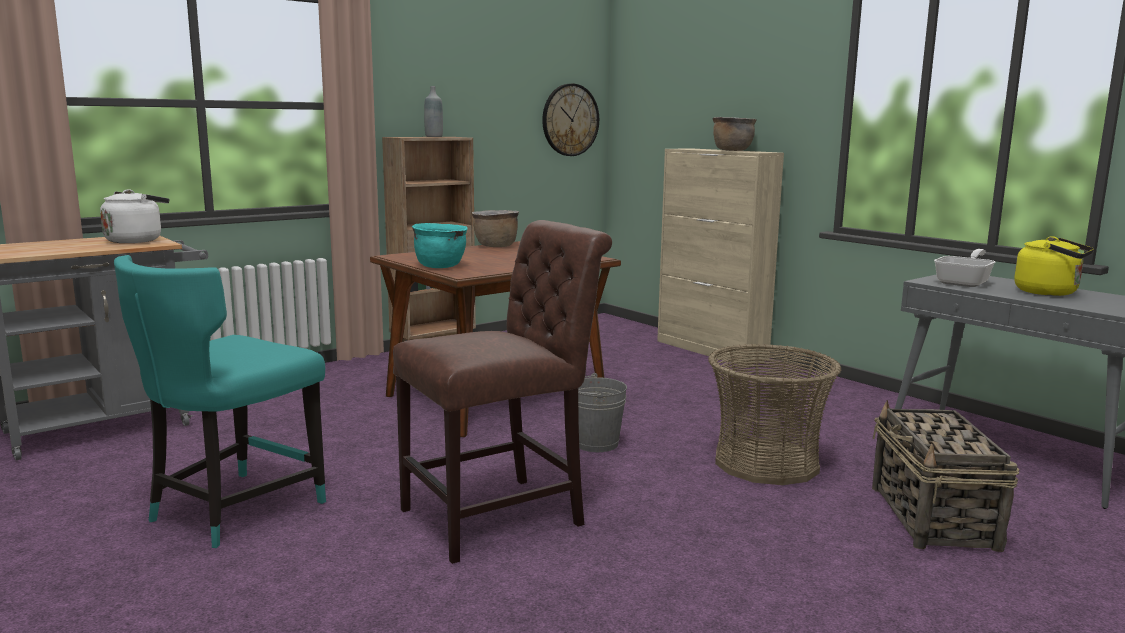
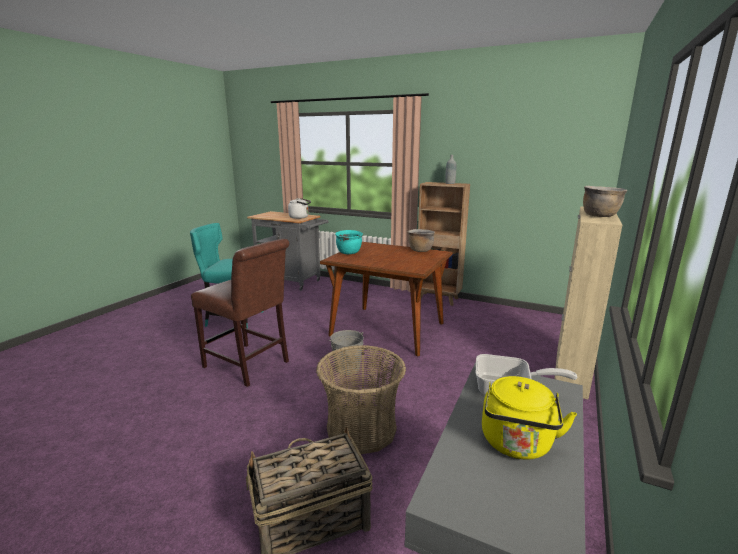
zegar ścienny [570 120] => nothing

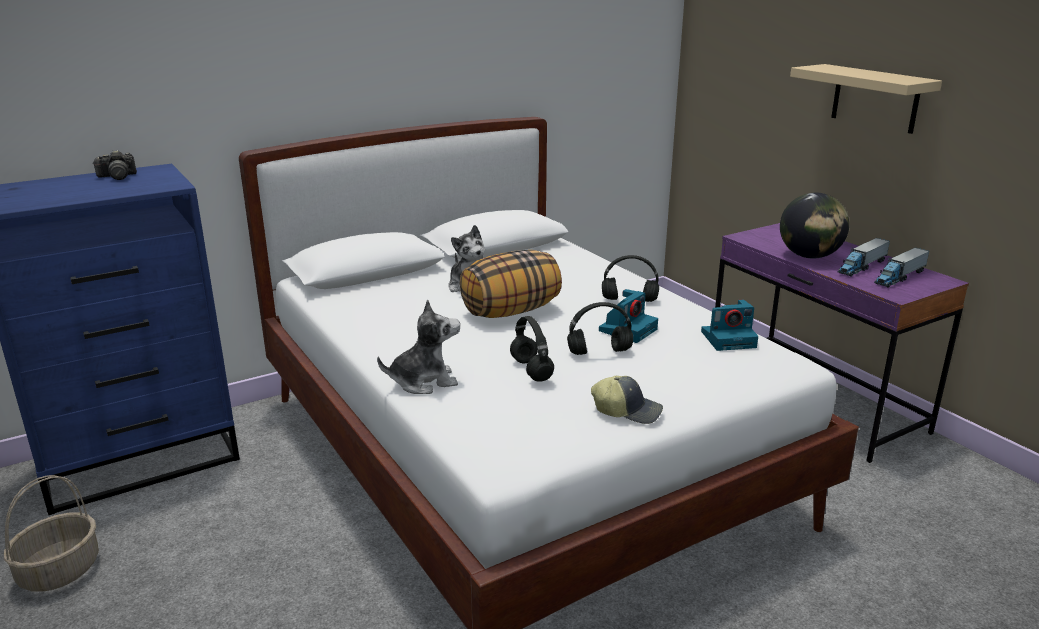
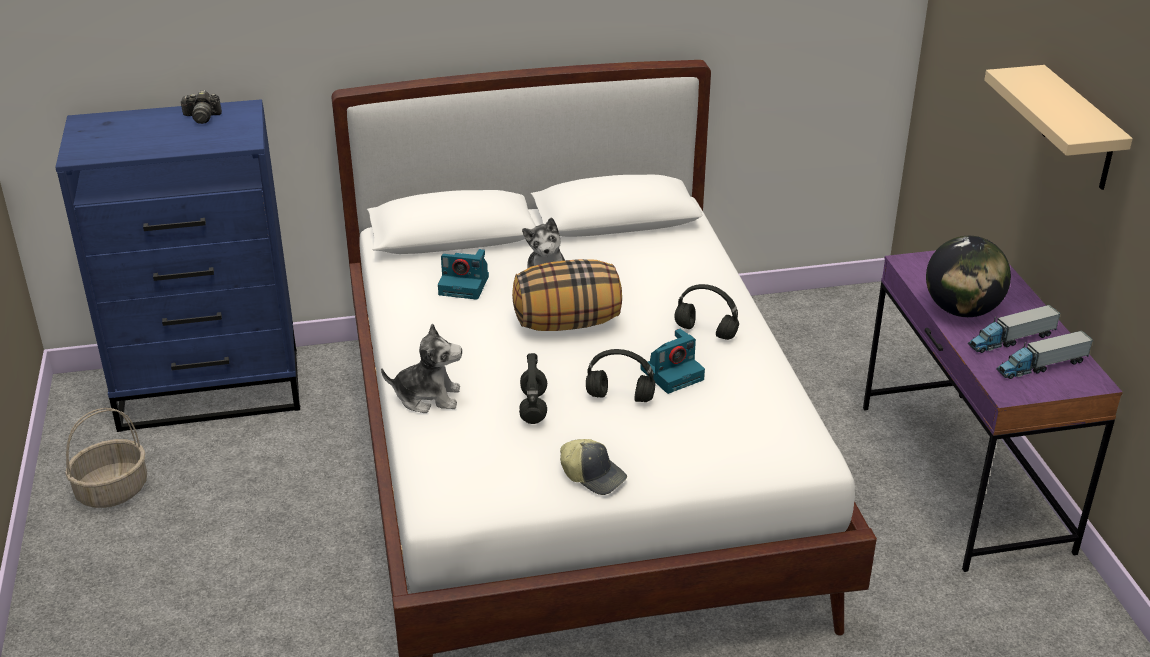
aparat fotograficzny [729 325] => aparat fotograficzny [463 274], relocated

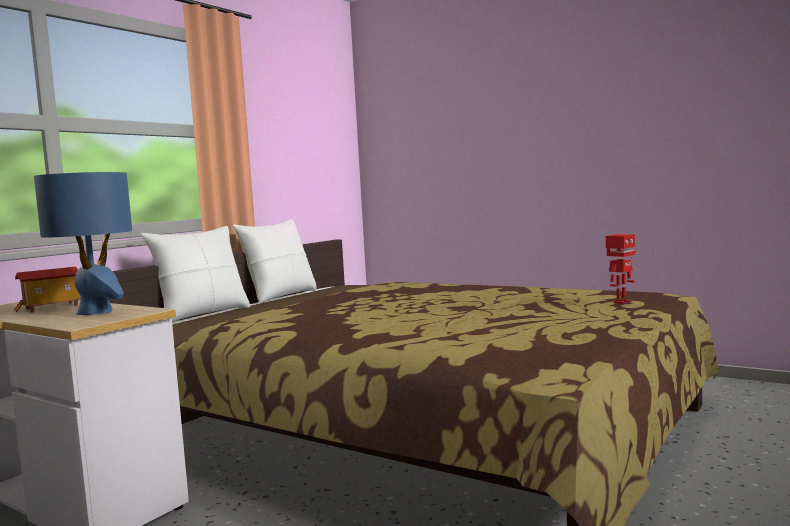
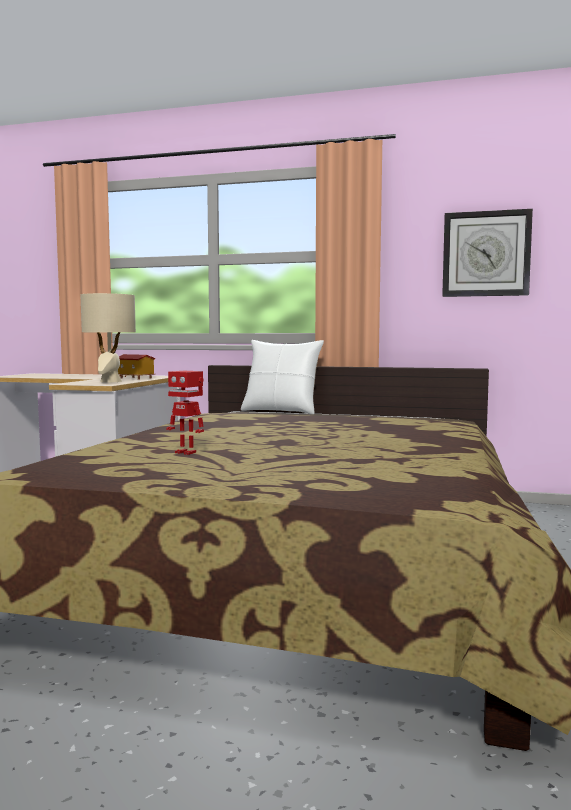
poduszka [biały] [275 261] => nothing
nothing => zegar ścienny [487 253]
robot zabawkowy [620 269] => robot zabawkowy [185 413], relocated
lampa stołowa [niebieski] [83 243] => lampa stołowa [beżowy] [108 338]

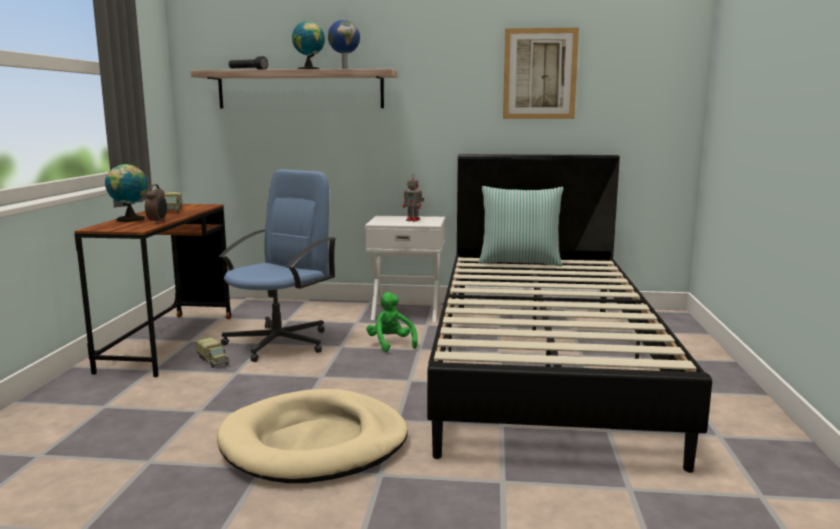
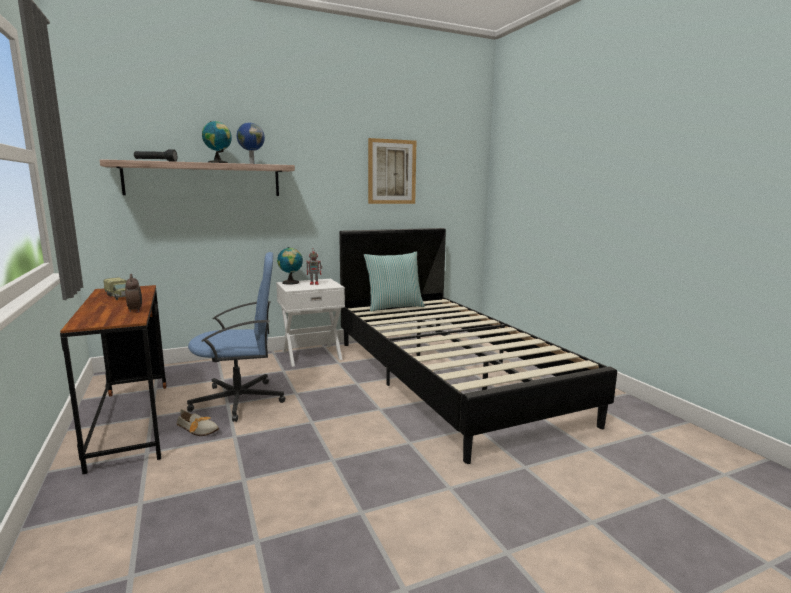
legowisko [beżowy] [312 436] => nothing
pluszak [zielony] [392 322] => nothing
globus [126 192] => globus [290 266], relocated
ciężarówka zabawkowa [212 352] => but [197 422]
krzesło biurowe [niebieski] [277 265] => krzesło biurowe [niebieski] [236 337], 75 degrees clockwise

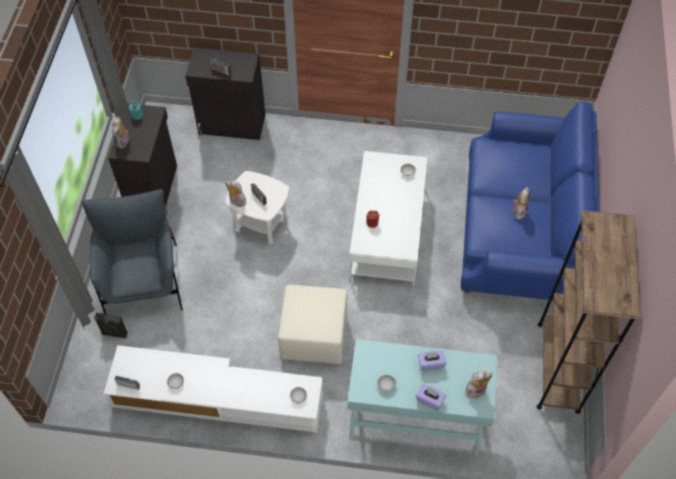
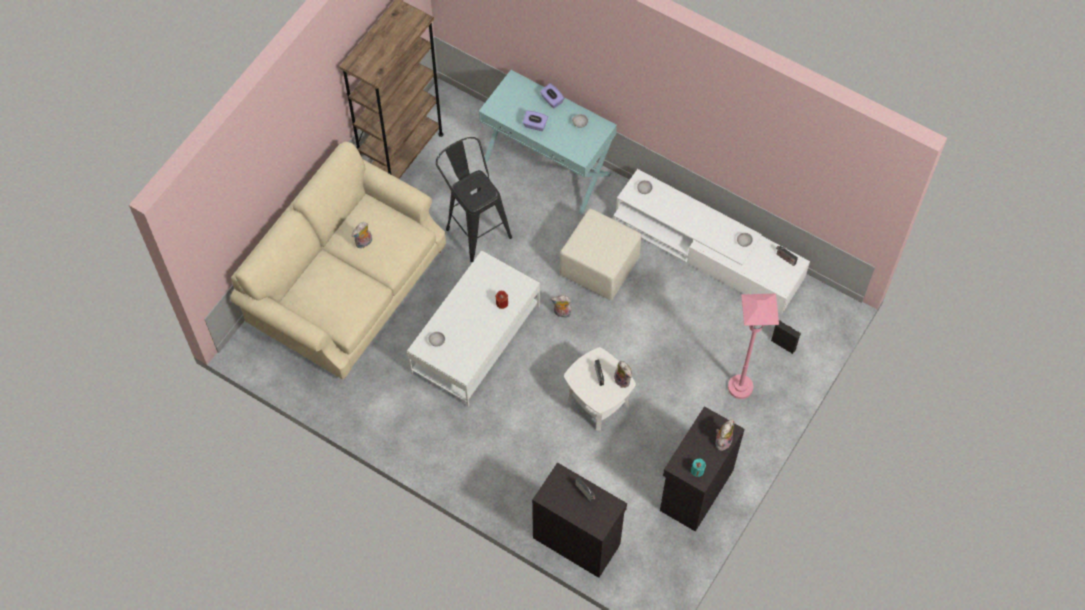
nothing => stołek [czarny] [474 199]
pluszak [479 384] => pluszak [561 306], relocated
fotel [szary] [132 251] => lampa stojąca [różowy] [753 346]
kanapa [niebieski] [530 200] => kanapa [beżowy] [338 260]

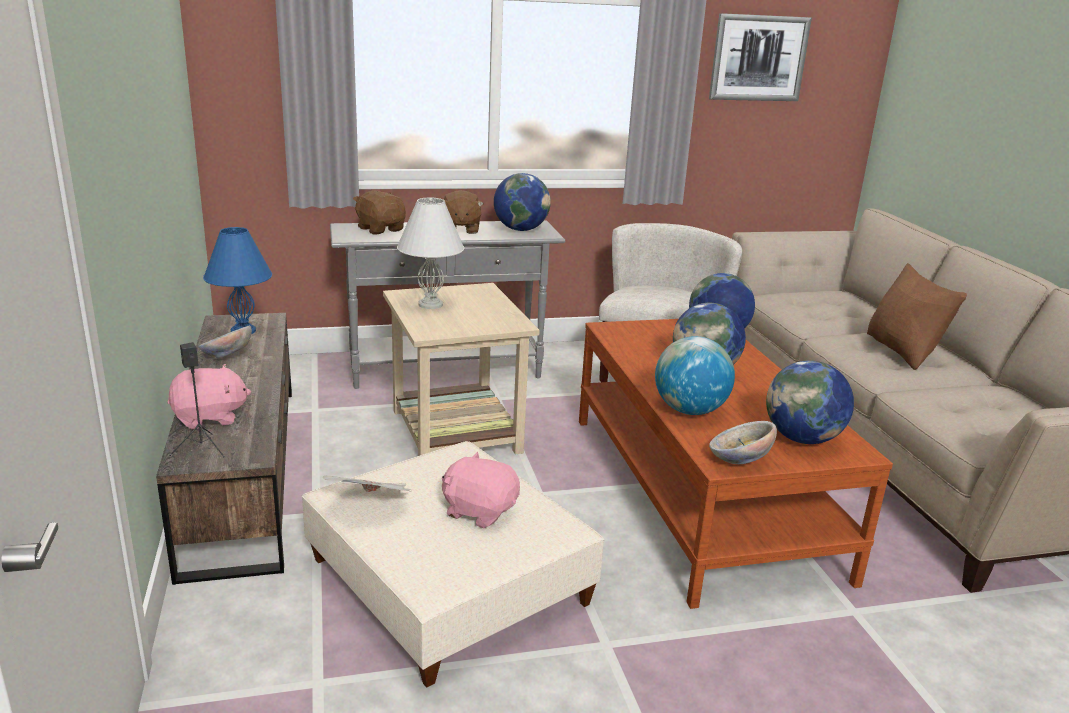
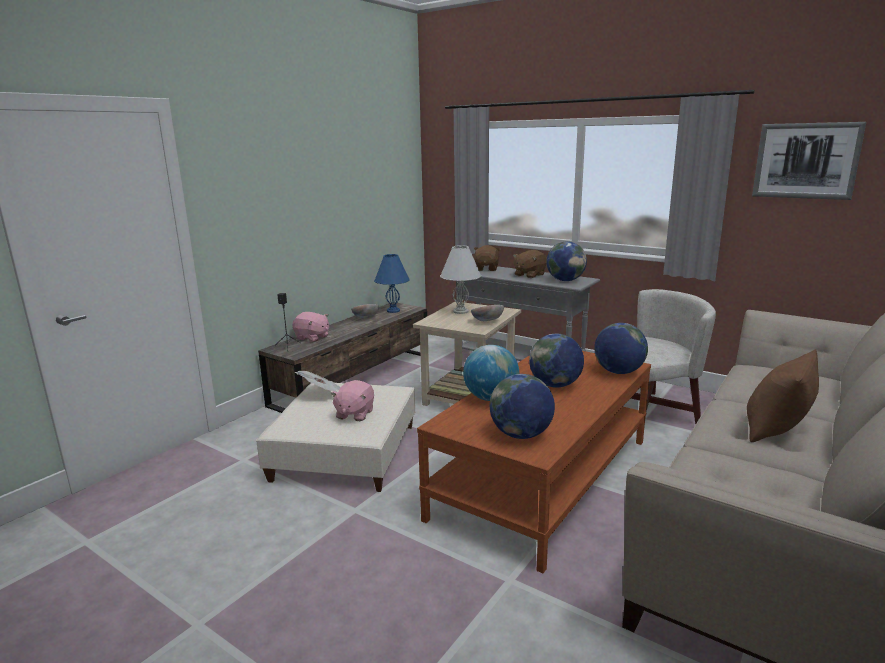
miska [743 442] => miska [487 313], relocated
pluszak [różowy] [481 490] => pluszak [różowy] [352 400], 150 degrees counterclockwise

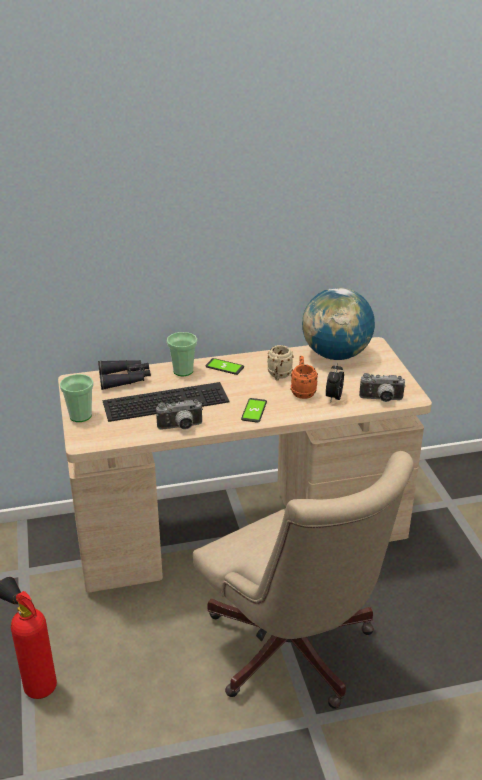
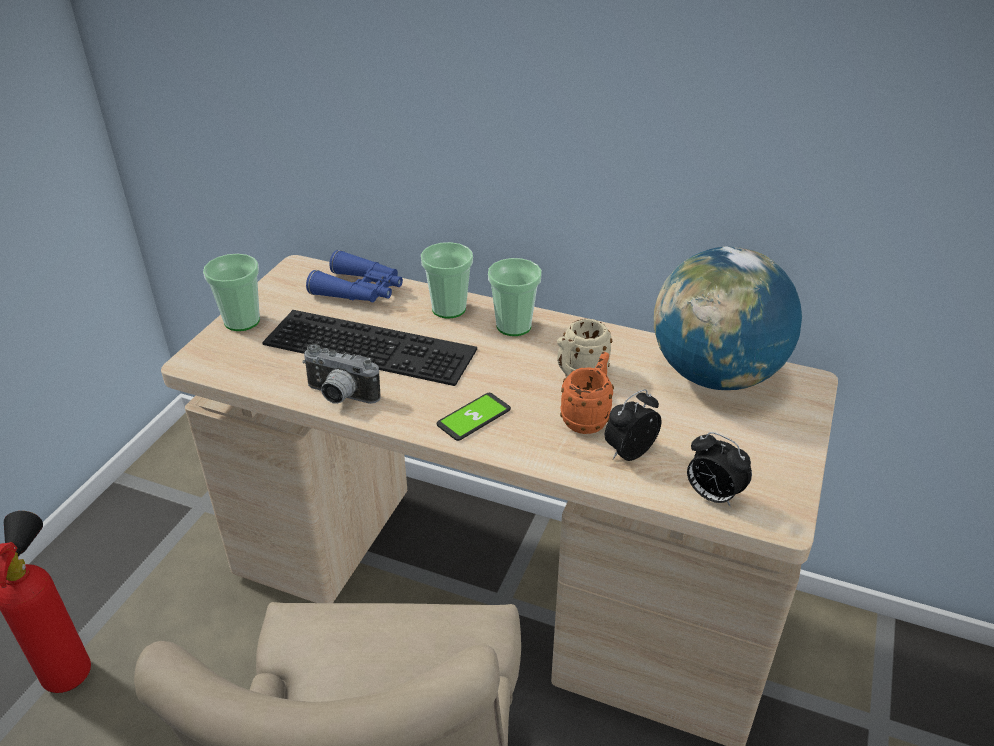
telefon [224 366] => filiżanka [515 297]
aparat fotograficzny [382 387] => budzik [719 469]
lornetka [czarny] [124 375] => lornetka [niebieski] [354 276]

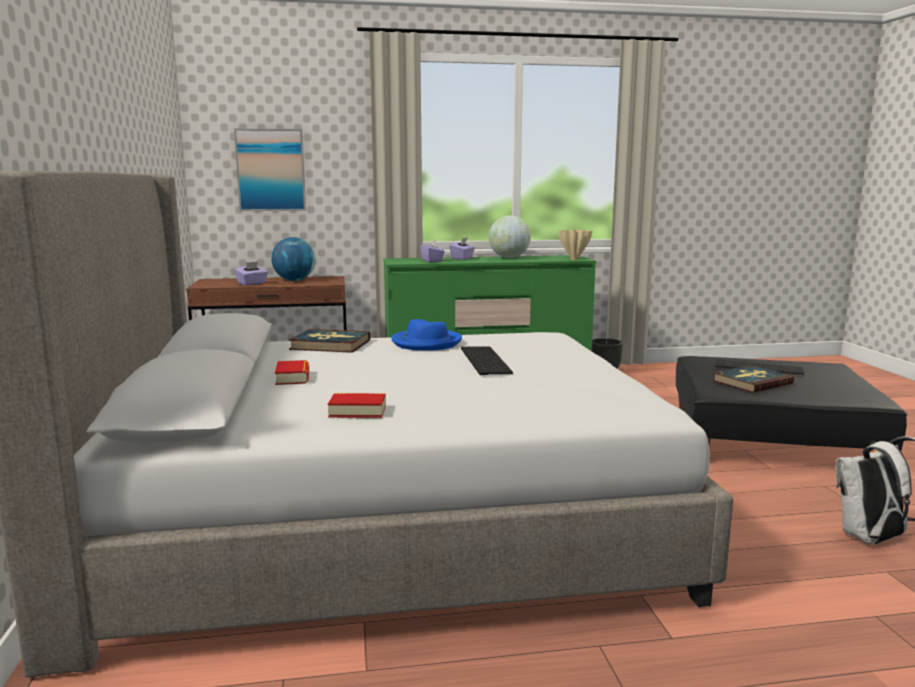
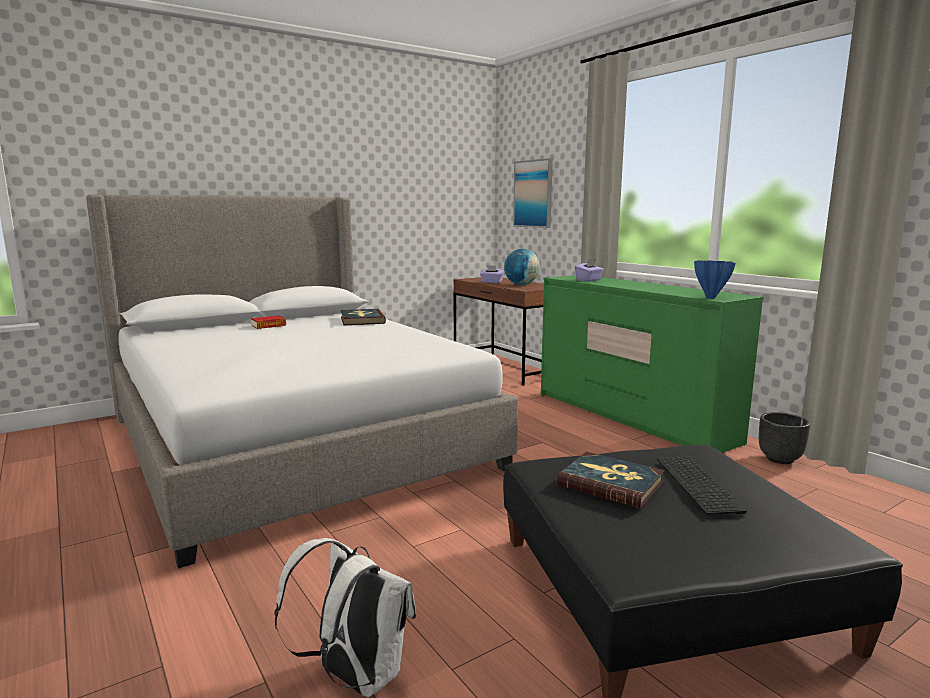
książka [357 405] => nothing
kapelusz [niebieski] [426 335] => nothing
pudełko chusteczek [fioletowy] [462 248] => nothing
klawiatura [487 360] => nothing
globus [510 236] => nothing
wazon [beżowy] [575 245] => wazon [niebieski] [715 279]

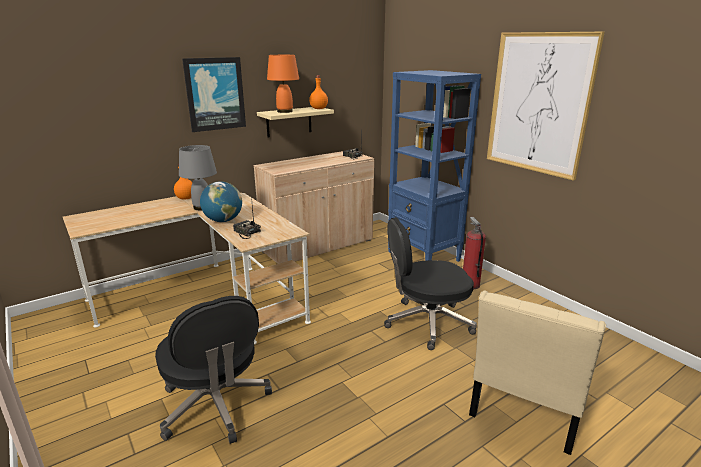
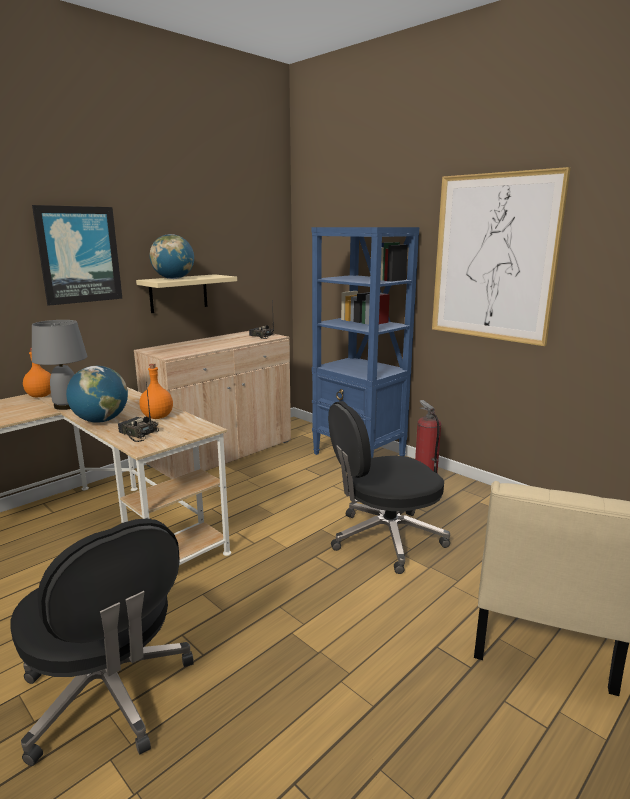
butelka [pomarańczowy] [318 92] => butelka [pomarańczowy] [156 391], relocated
lampa stołowa [pomarańczowy] [283 84] => globus [172 256]

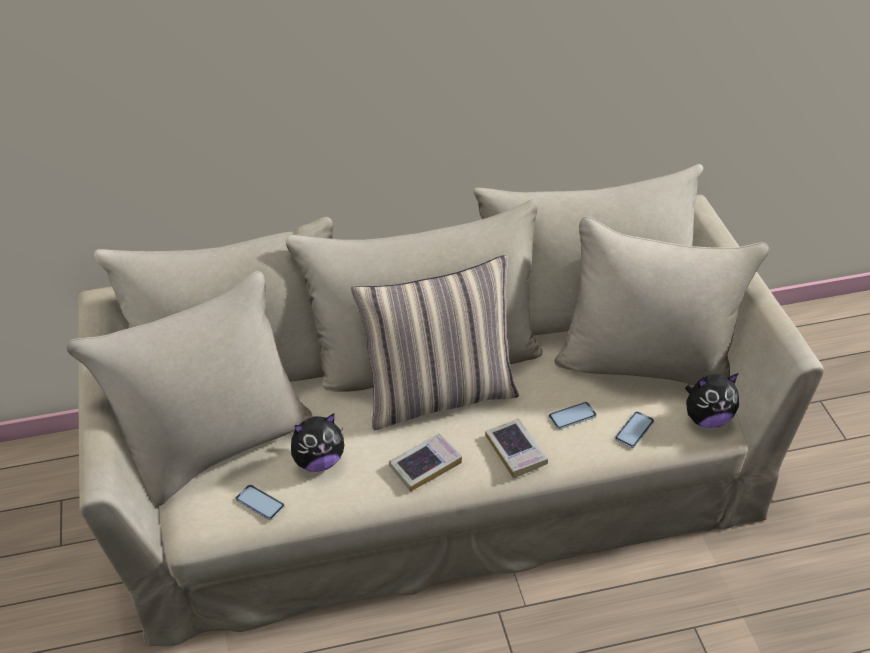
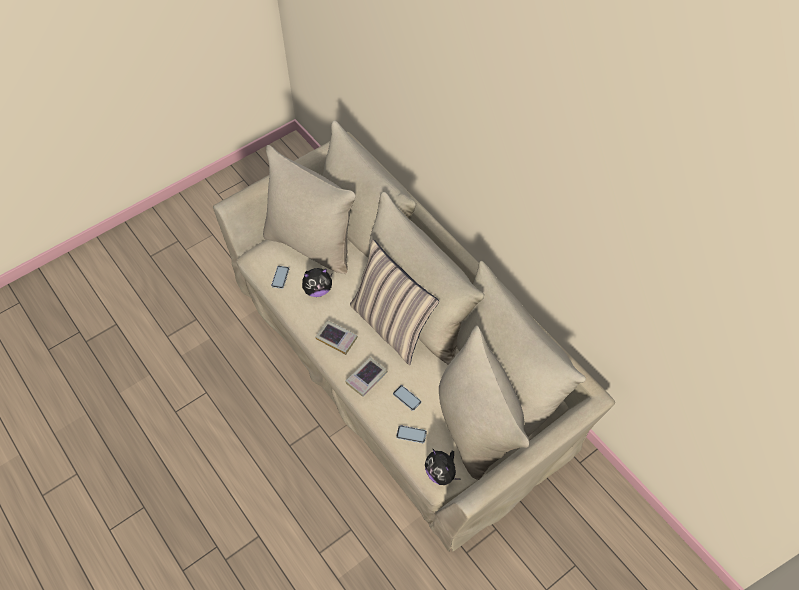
pluszak [317 442] => pluszak [317 282], 60 degrees counterclockwise

